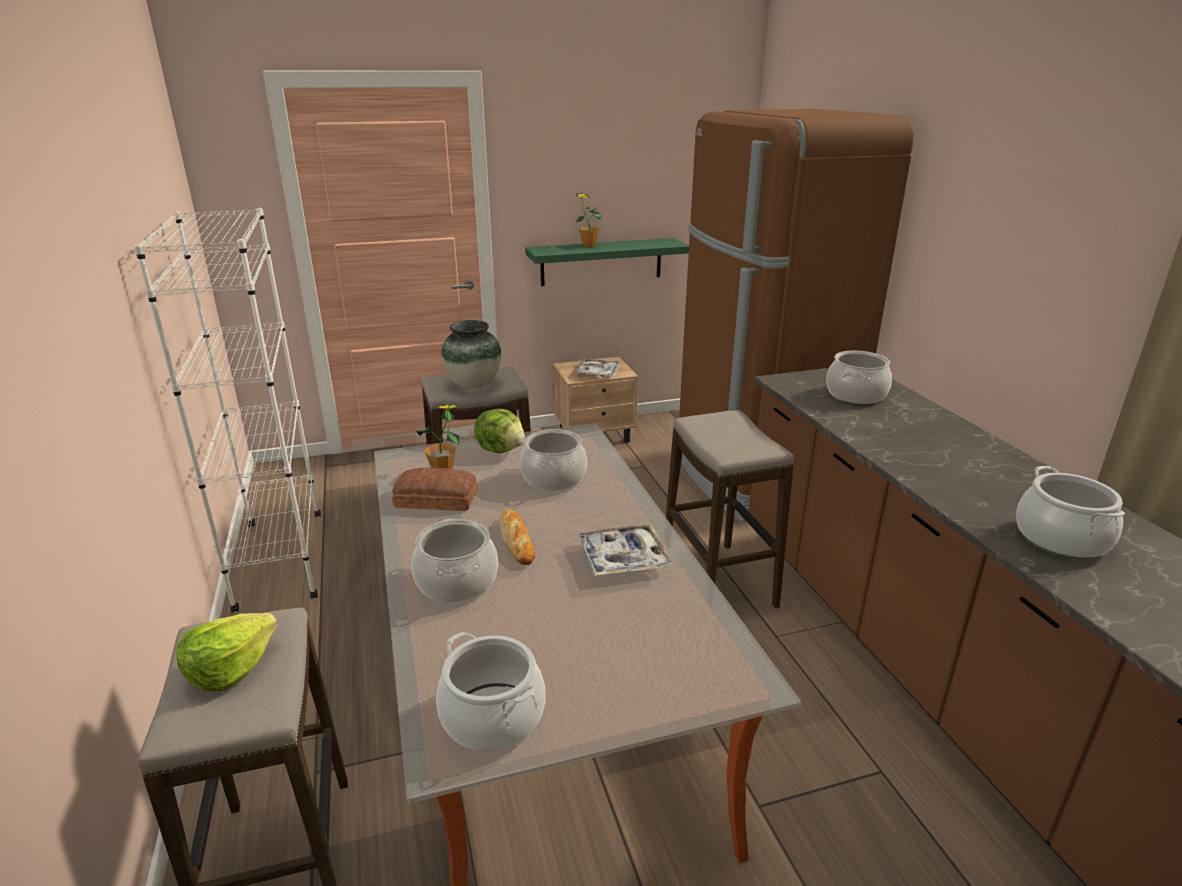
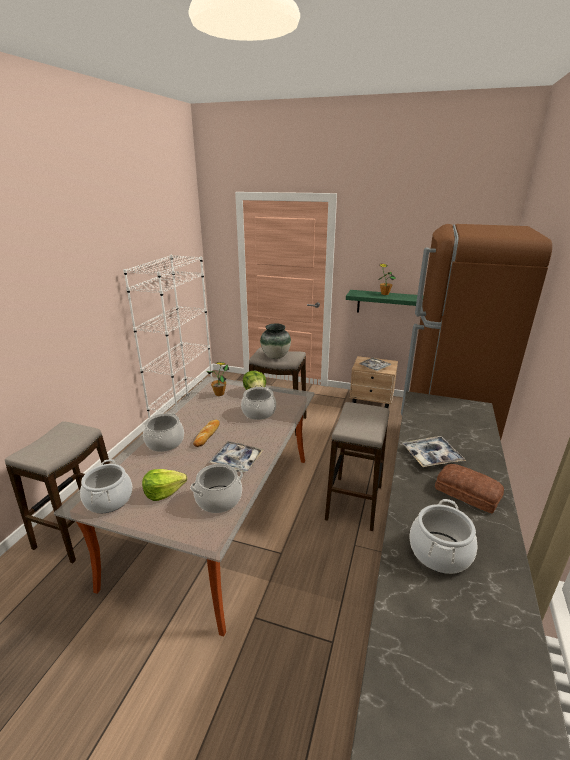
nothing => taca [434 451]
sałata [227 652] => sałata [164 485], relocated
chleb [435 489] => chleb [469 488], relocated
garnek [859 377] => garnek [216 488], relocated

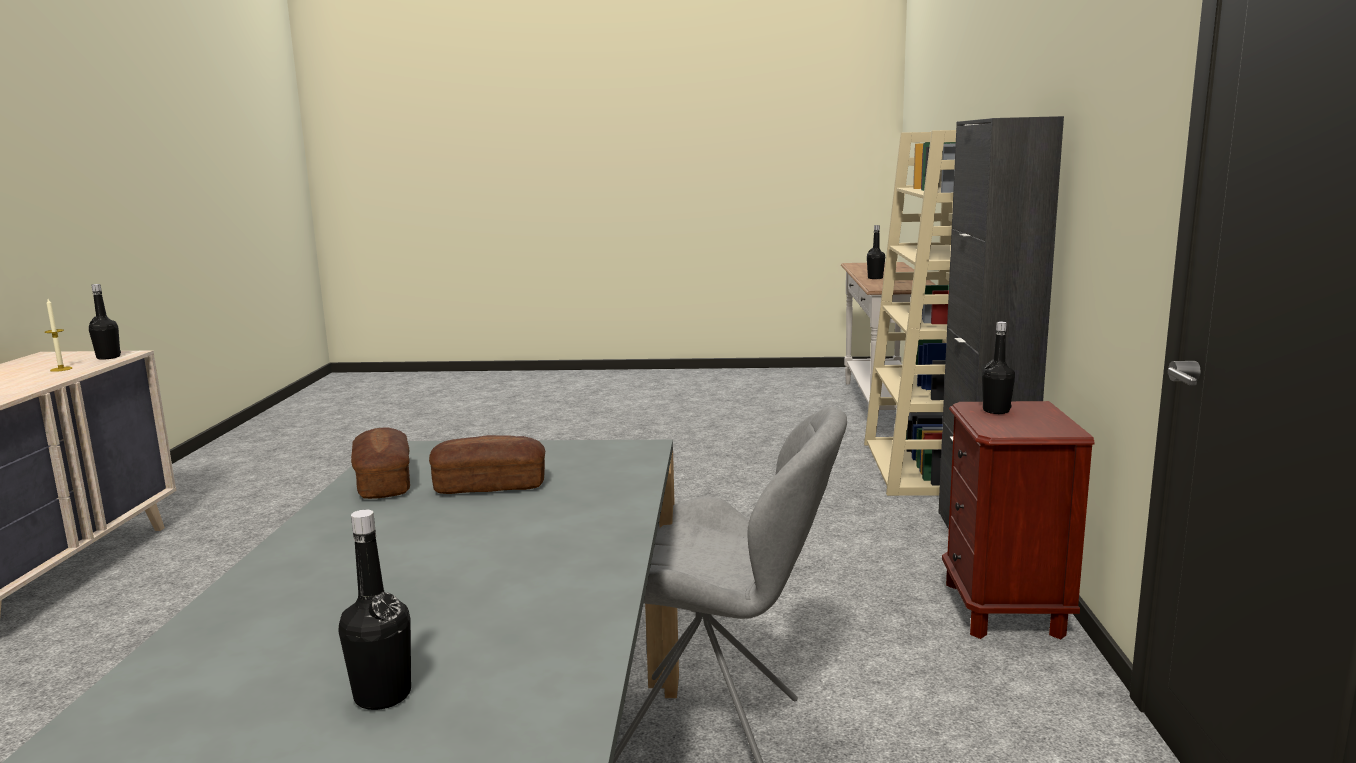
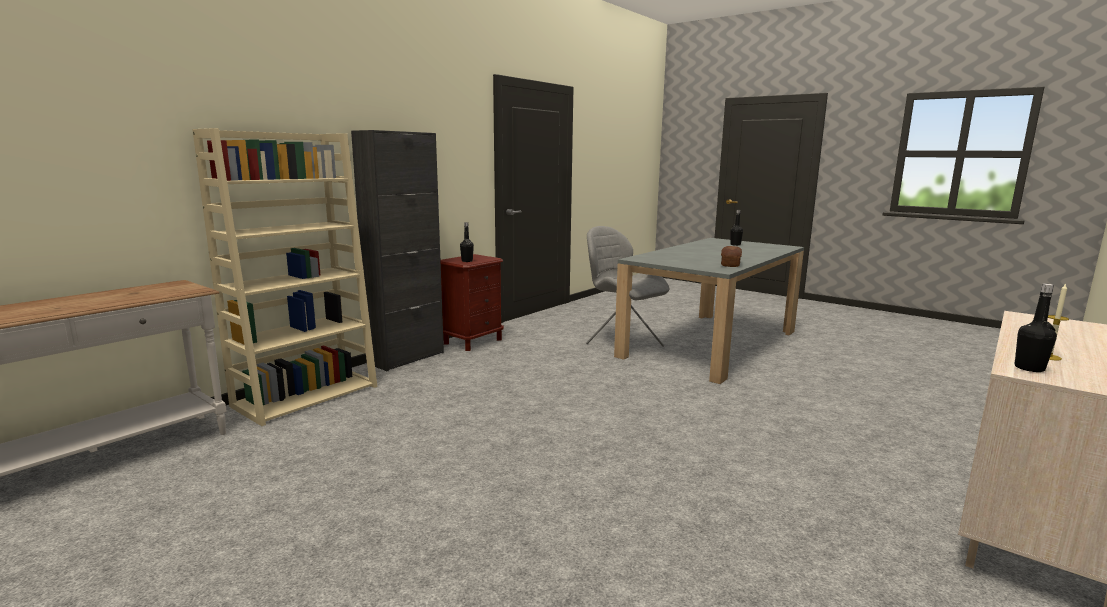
chleb [487 464] => nothing
butelka [czarny] [876 252] => nothing

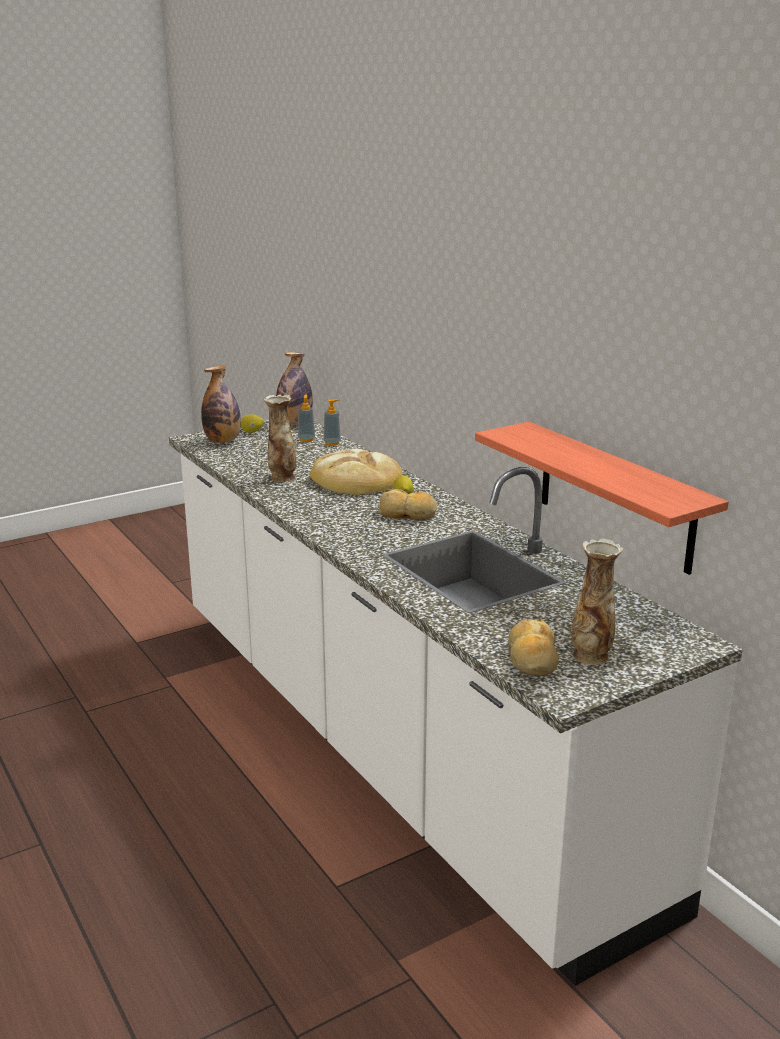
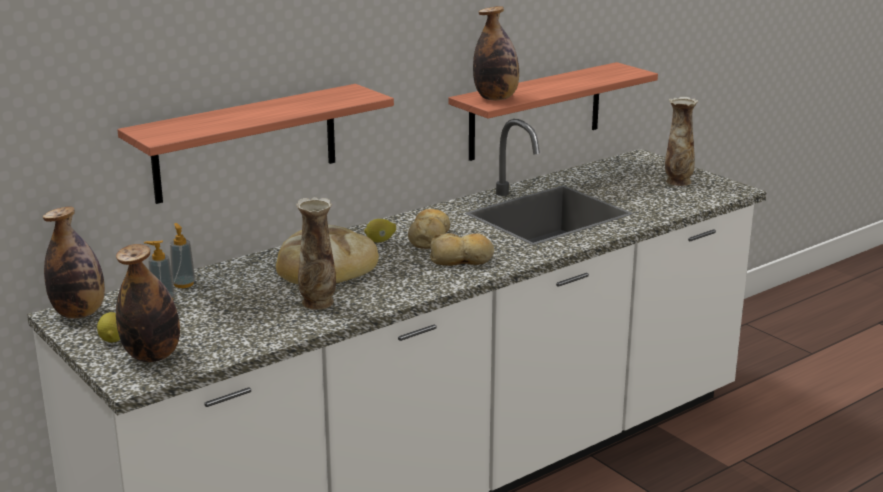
nothing => półka [255 144]
nothing => butelka [496 53]
chleb [534 647] => chleb [462 249], relocated

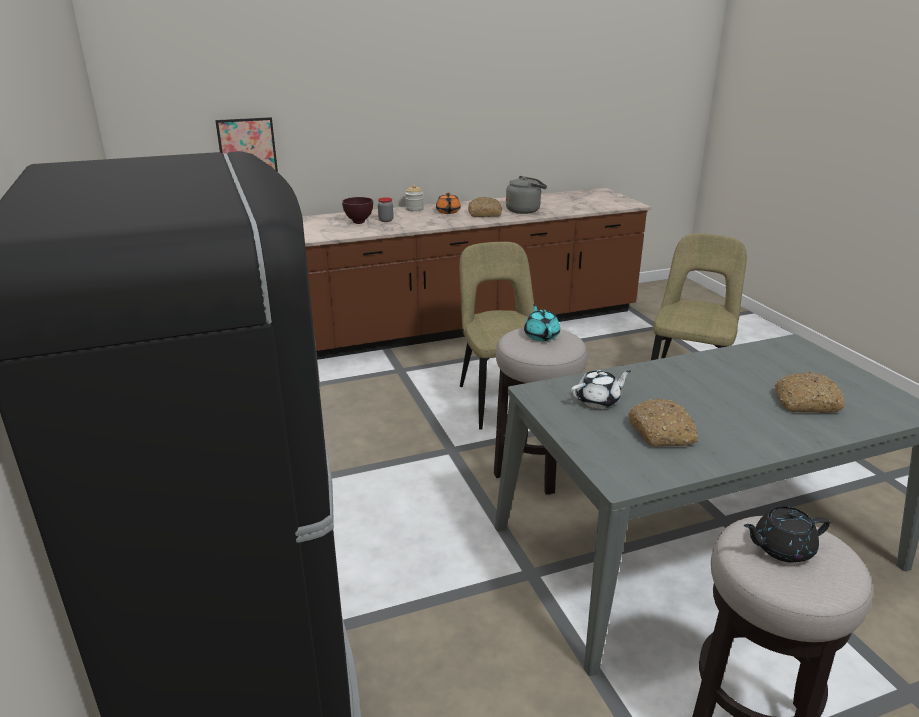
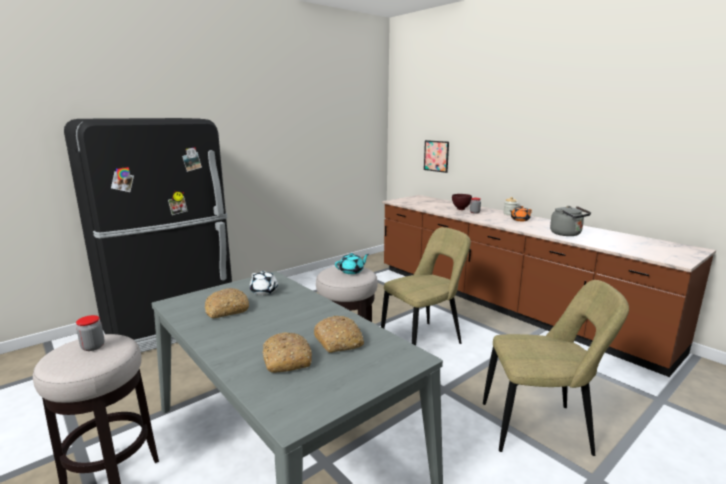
chleb [485 207] => chleb [339 334], relocated
imbryk [czarny] [787 534] => słoik [90 333]

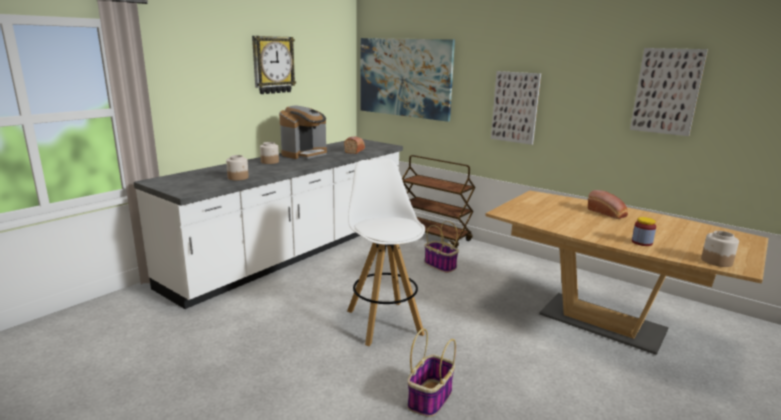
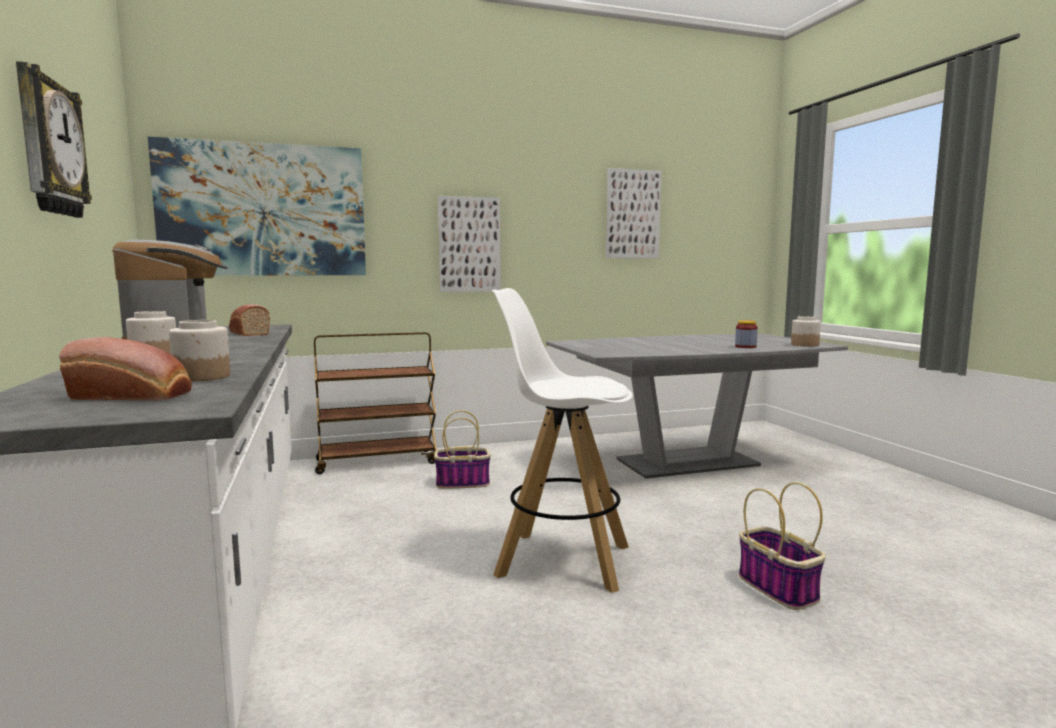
chleb [608 204] => chleb [125 369], relocated
stół jadalny [brązowy] [626 272] => stół jadalny [szary] [697 406]

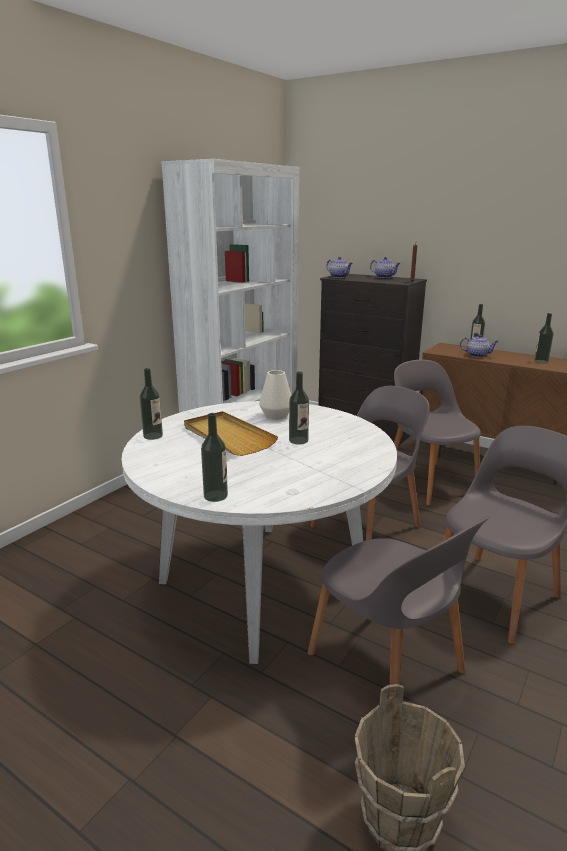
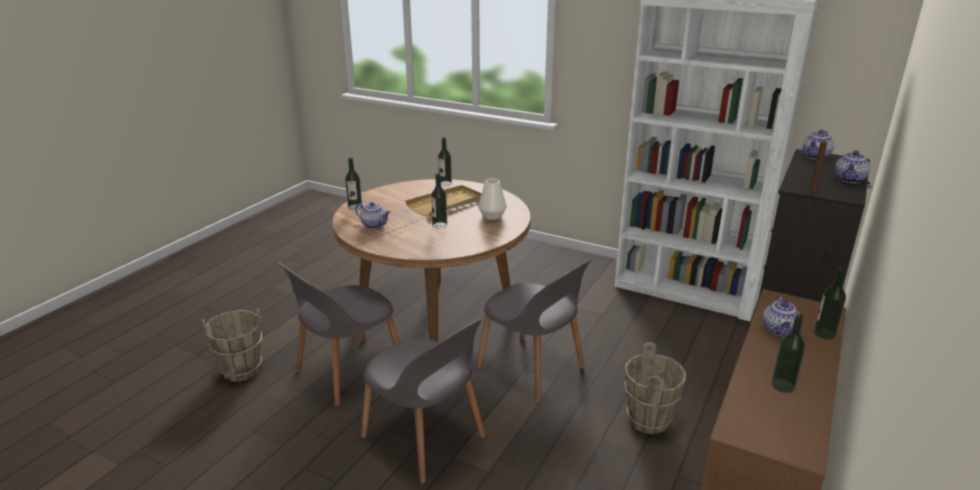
nothing => imbryk [372 215]
krzesło [szary] [437 433] => wiadro [brązowy] [655 388]
stół jadalny [biały] [259 532] => stół jadalny [brązowy] [431 260]

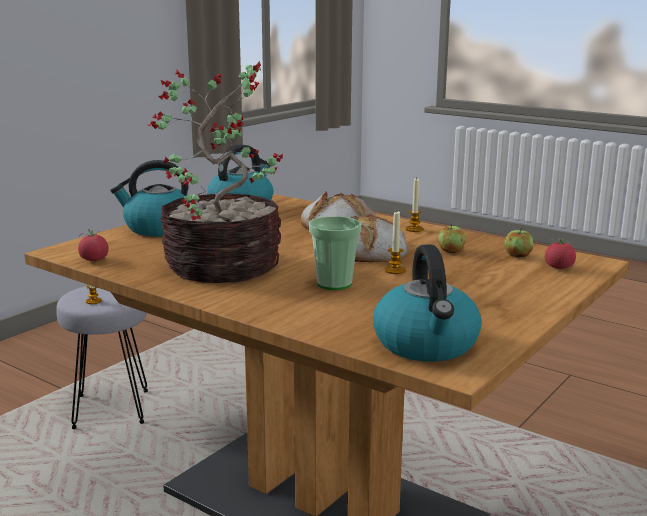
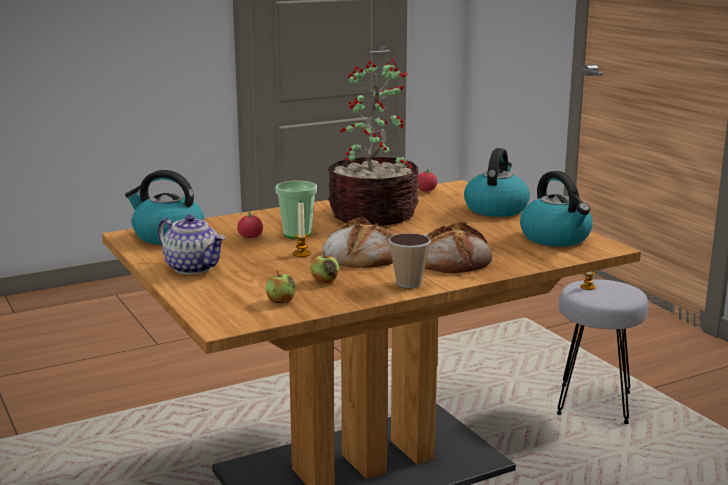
nothing => imbryk [191 244]
pomidor [560 253] => pomidor [250 224], relocated
świeca [415 205] => filiżanka [409 260]

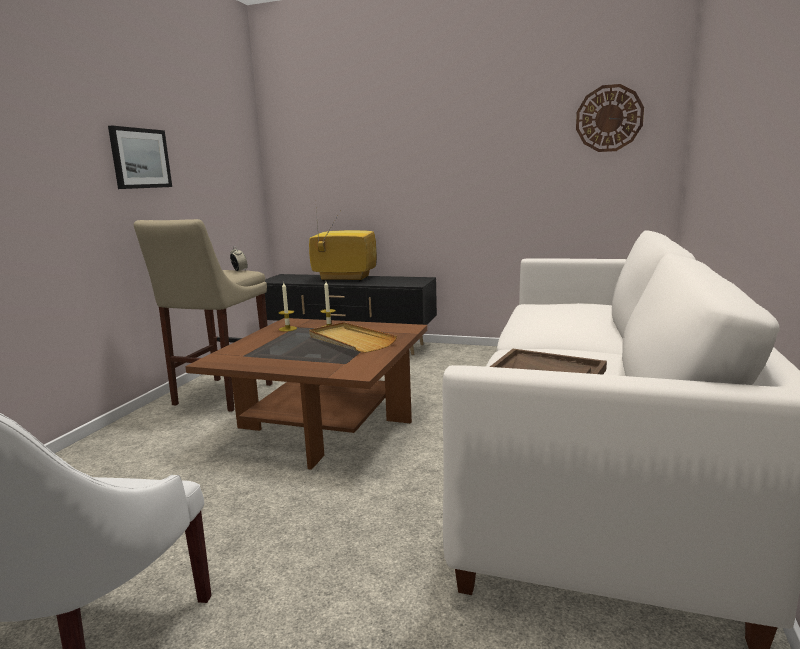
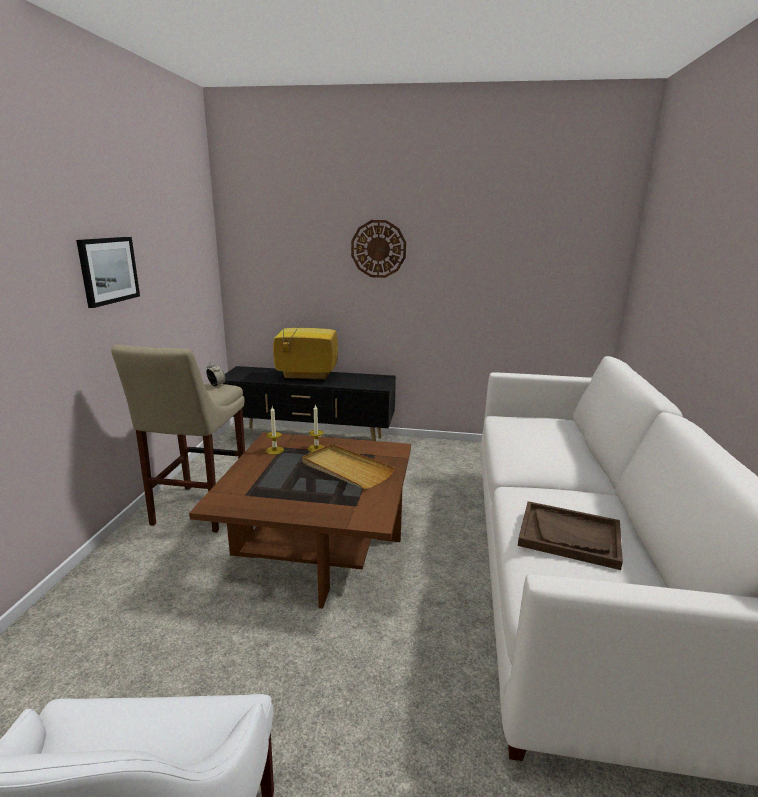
zegar ścienny [610 118] => zegar ścienny [378 249], relocated

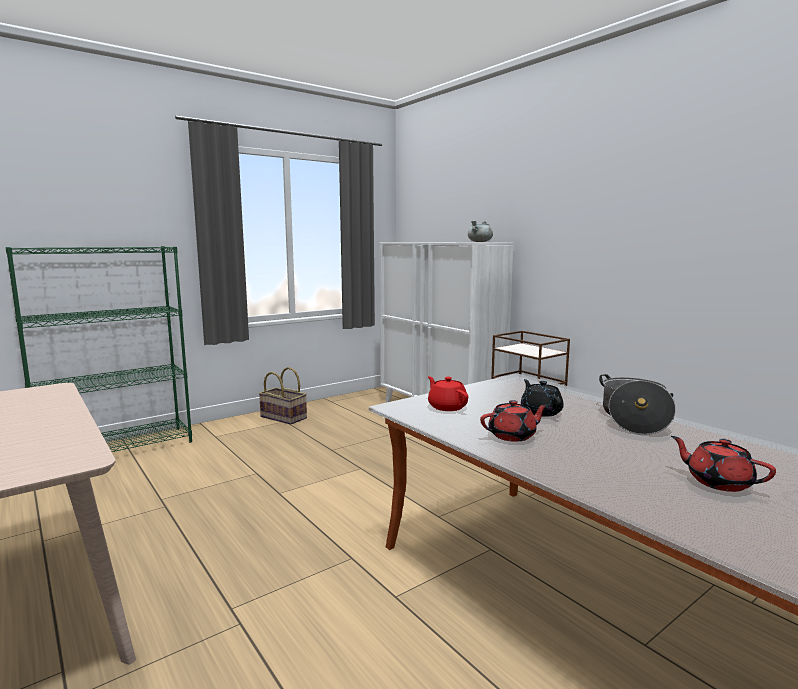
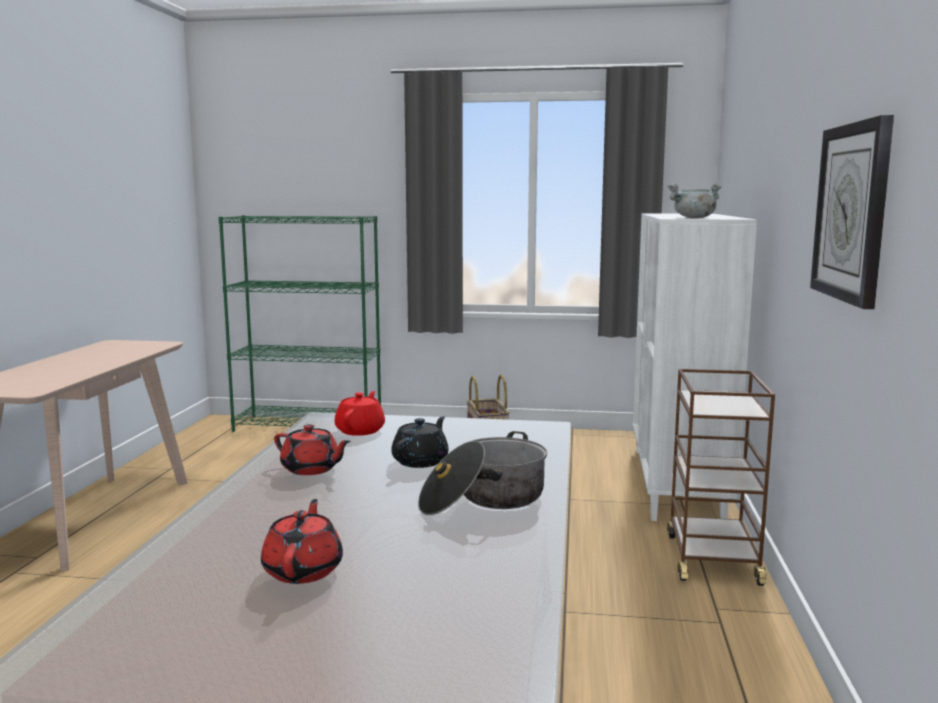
nothing => zegar ścienny [852 212]

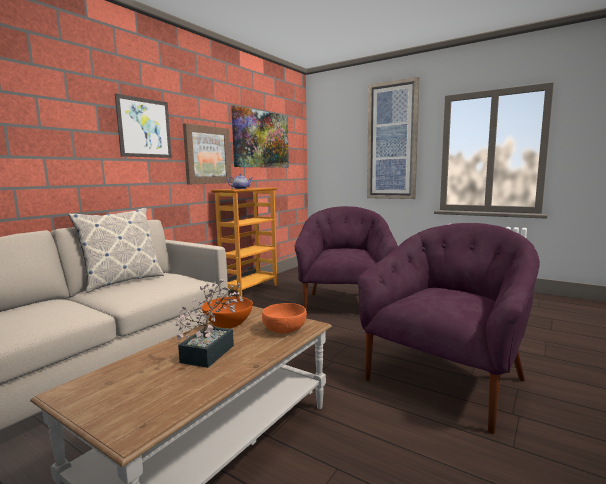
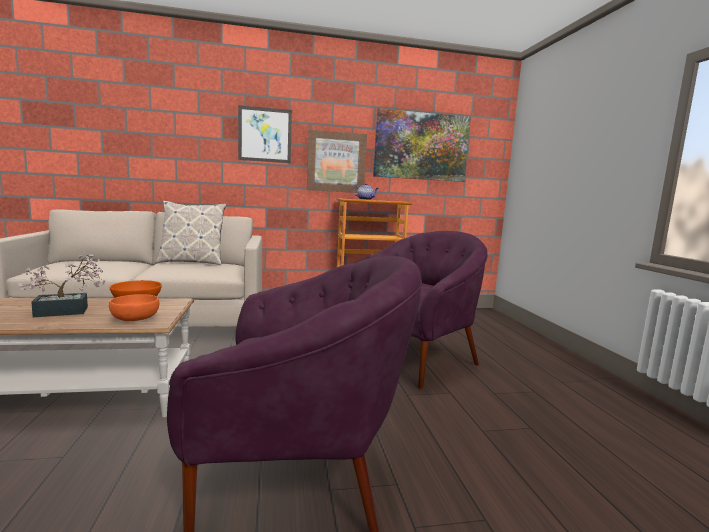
obraz [393 138] => nothing

